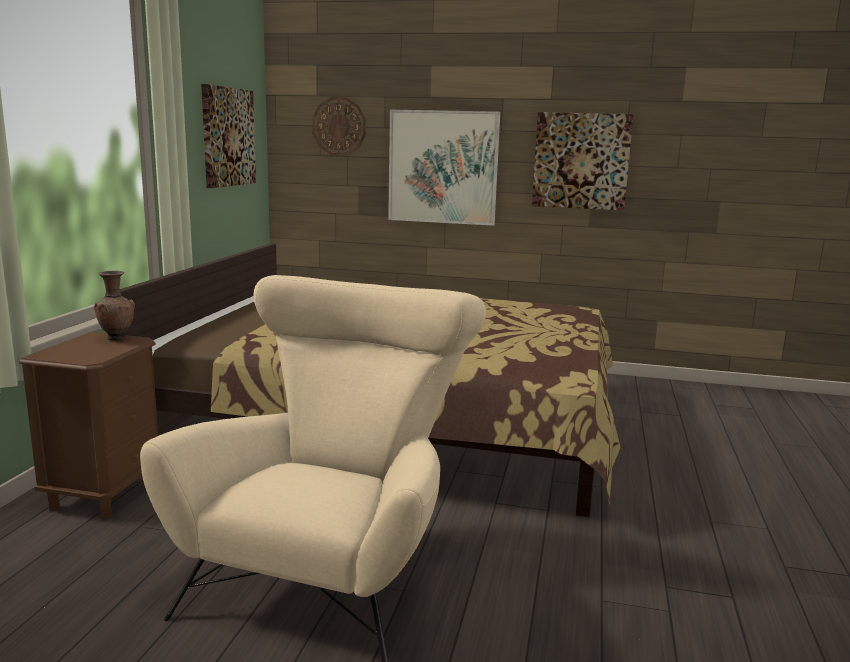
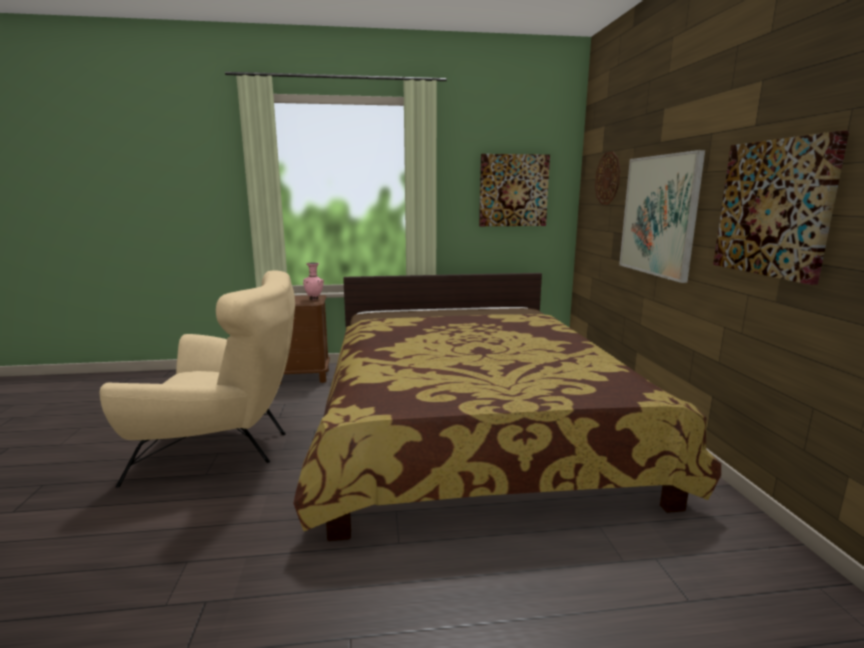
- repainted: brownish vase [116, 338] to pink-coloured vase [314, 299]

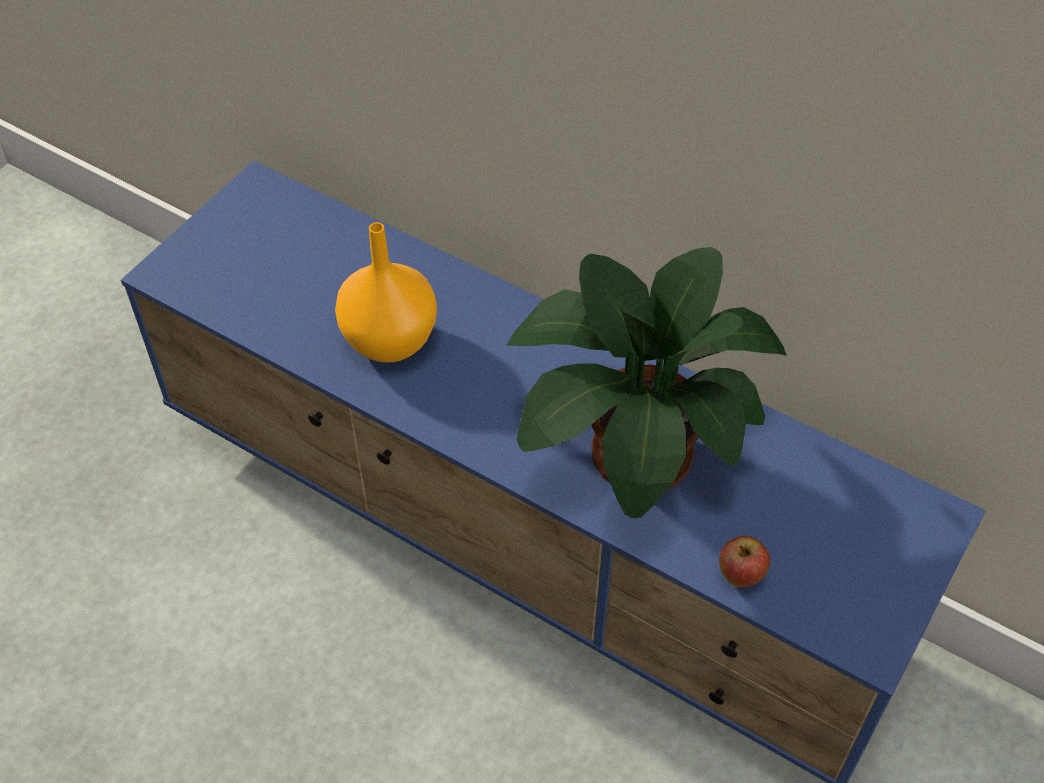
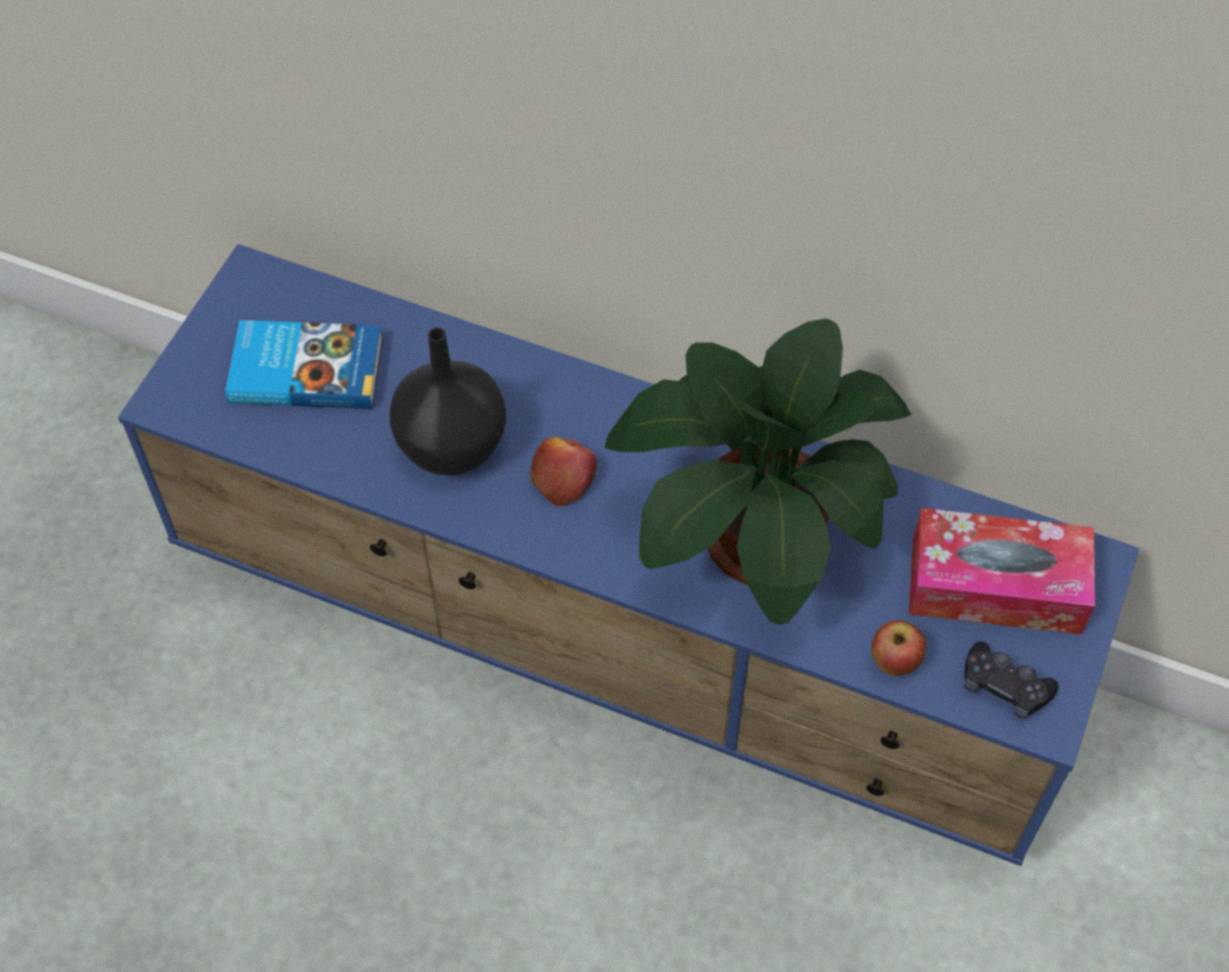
- new: book [306, 368]
- new: apple fruit [563, 476]
- new: tissue holder [995, 585]
- new: blackish joypad [1004, 687]
- repainted: orange-coloured vase [390, 339] to blackish vase [451, 445]

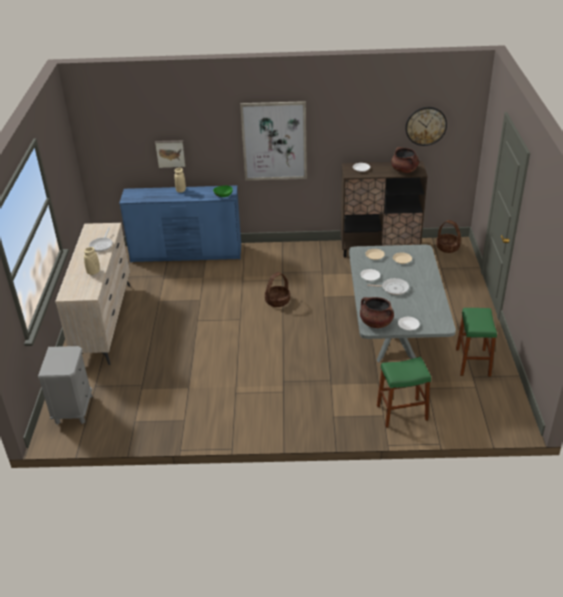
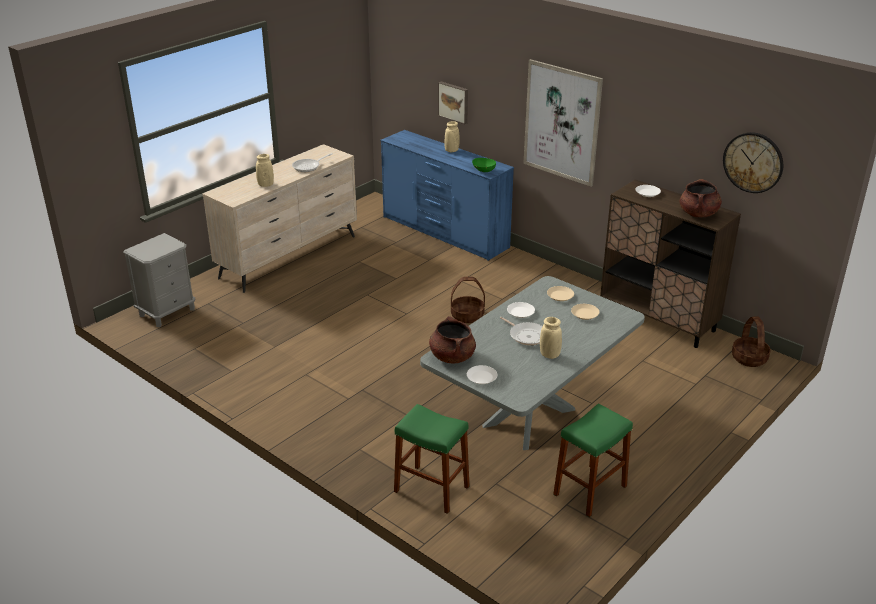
- new: sand-coloured vase [549, 355]

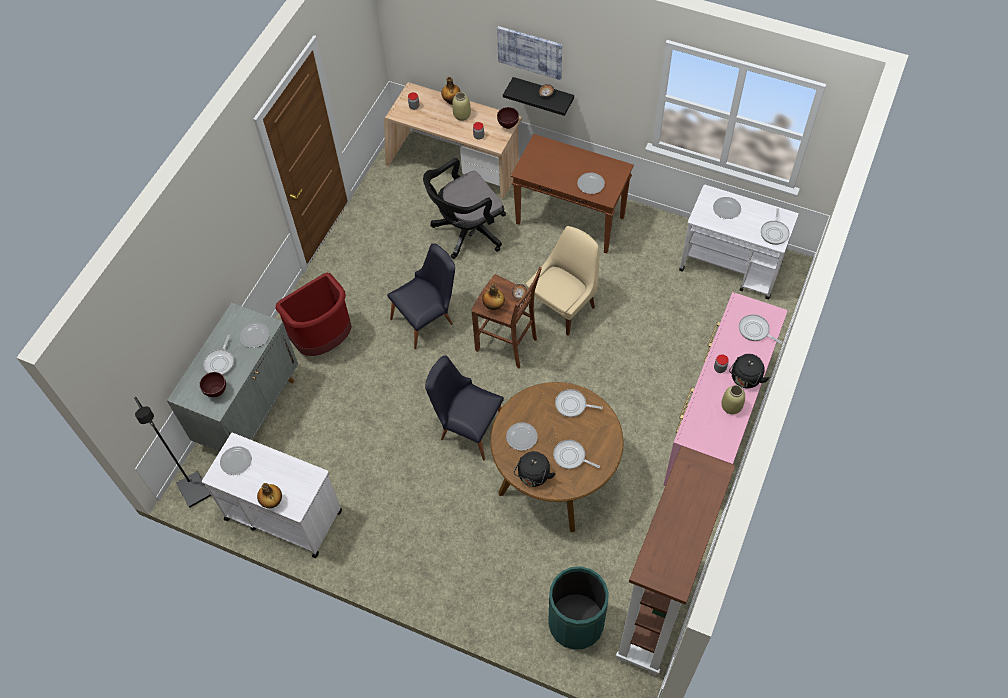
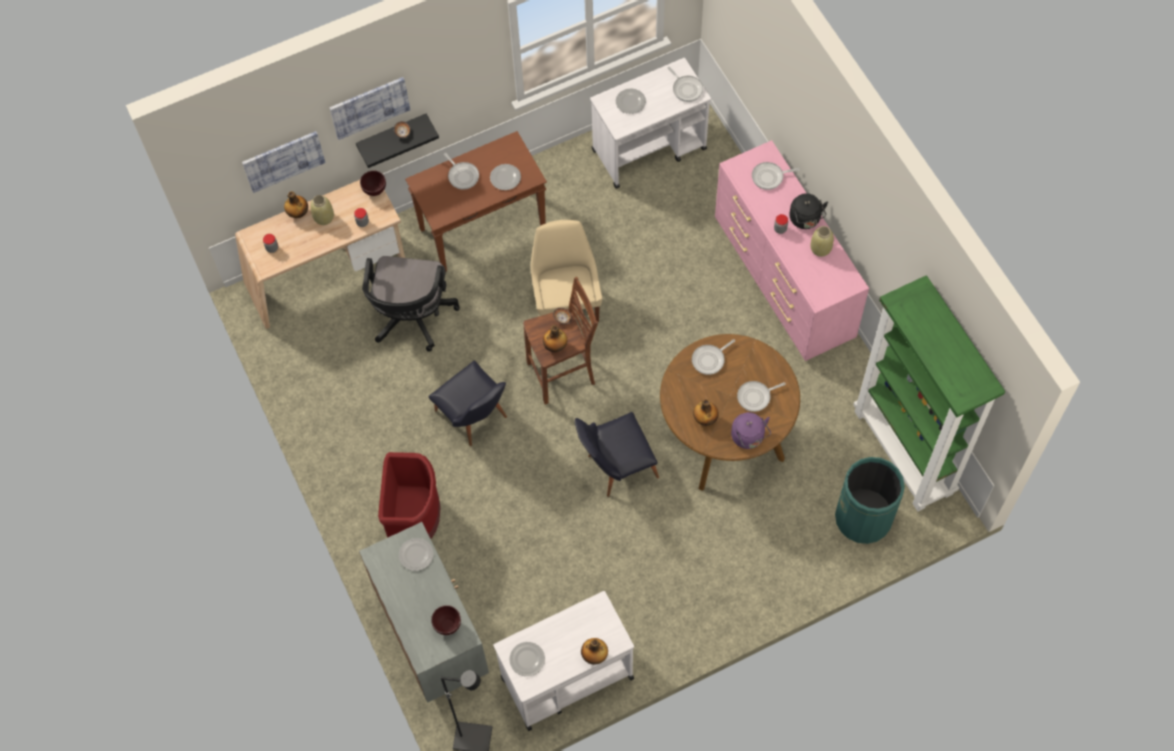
- new: picture [283, 160]
- shifted: skillet [220, 362] to [462, 175]
- swapped: flat dish [522, 437] to drink bottle [705, 419]
- repainted: blackish tea kettle [533, 476] to purple tea kettle [749, 438]
- repainted: brownish bookcase [657, 613] to green-coloured bookcase [904, 452]
- rotated: blackish upright chair [427, 319] = [475, 418] 135 degrees clockwise

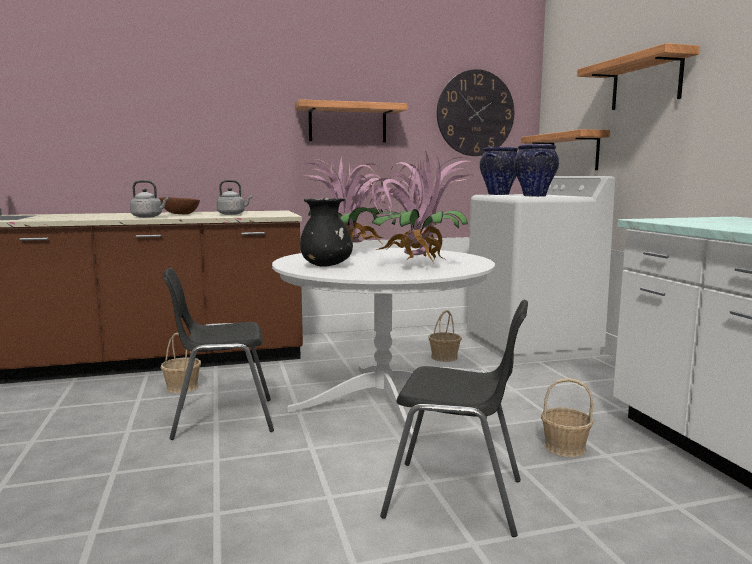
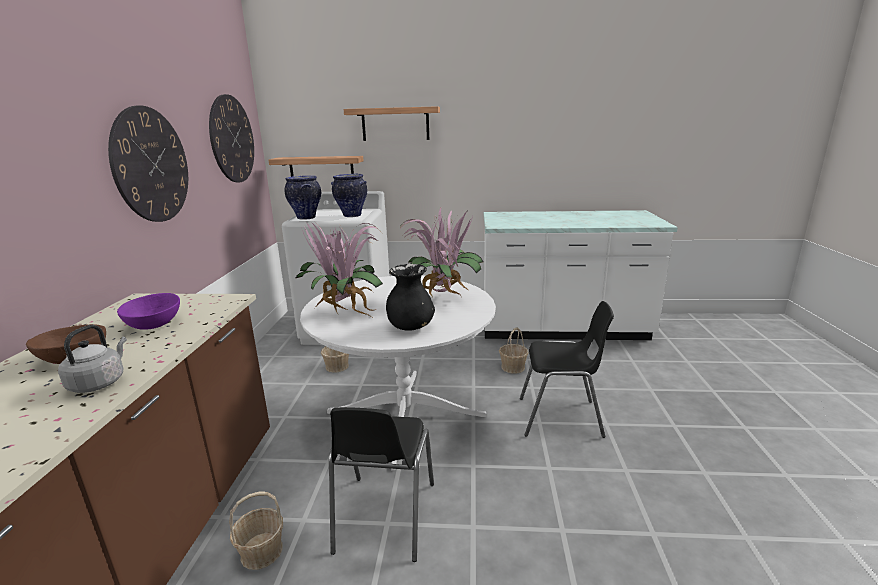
- swapped: grey tea kettle [232, 214] to purple serving bowl [154, 324]
- swapped: bracket shelf [347, 123] to hanging clock [151, 165]
- rotated: blackish upright chair [456, 498] = [561, 418] 60 degrees clockwise

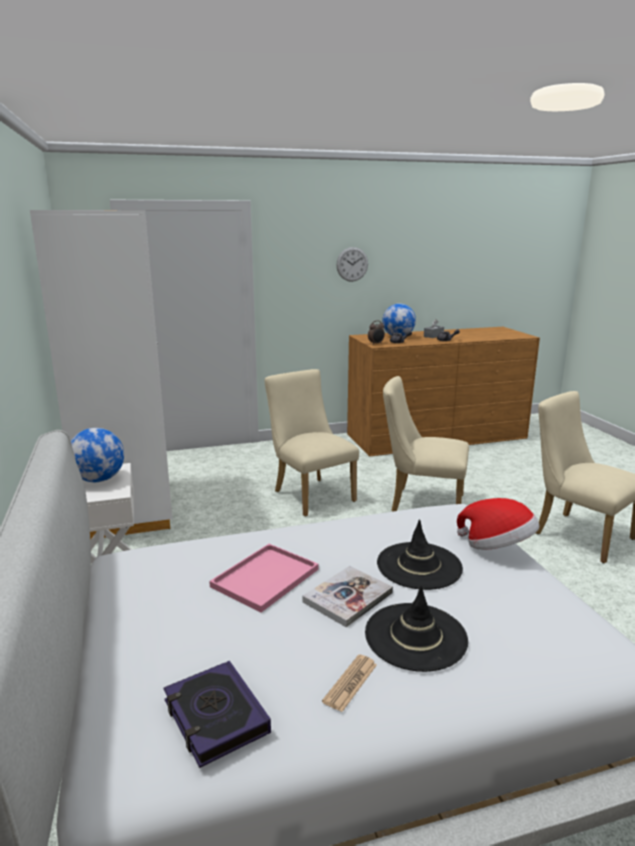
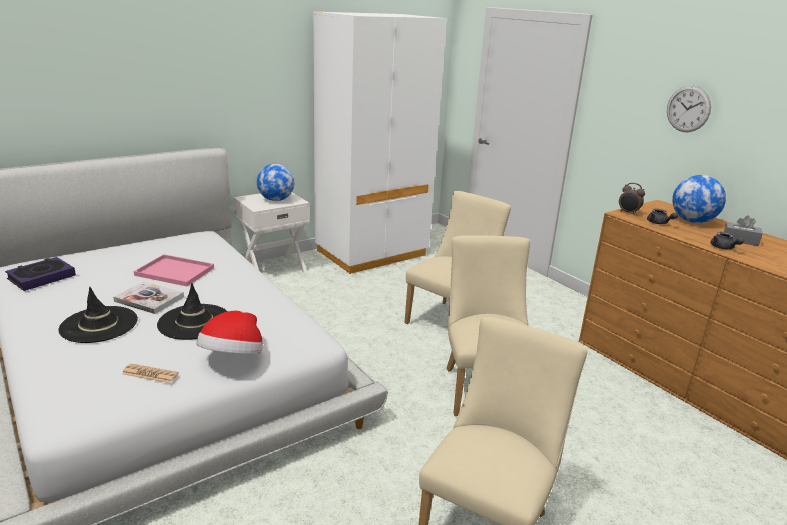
- shifted: printed paper [350, 683] to [150, 374]

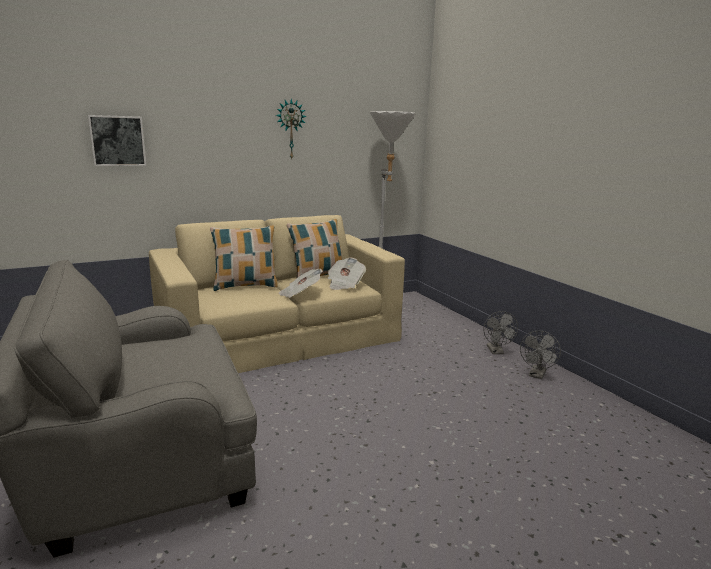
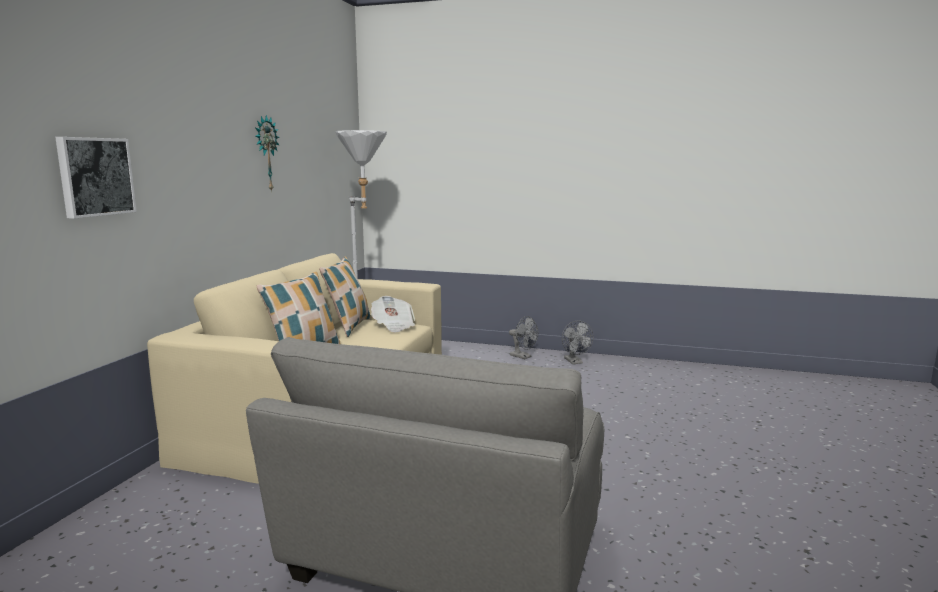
- gone: printed paper [300, 294]

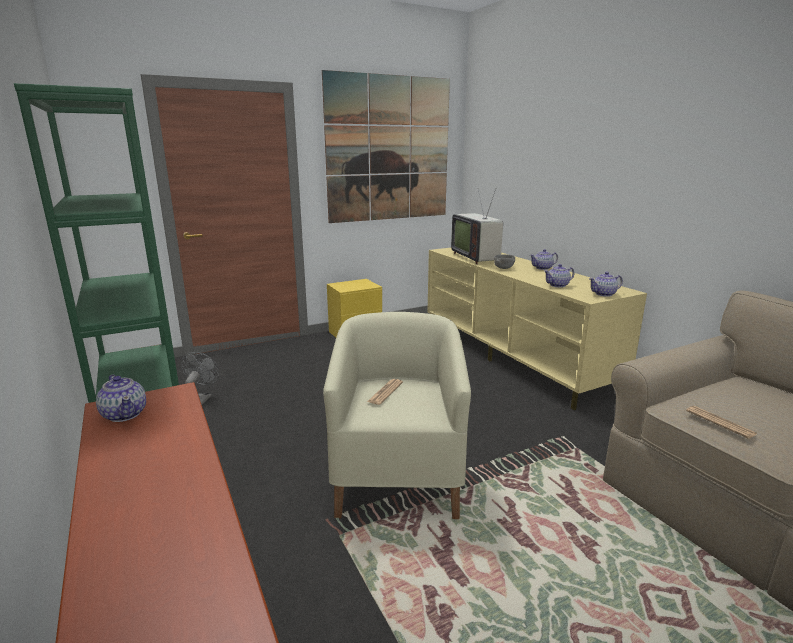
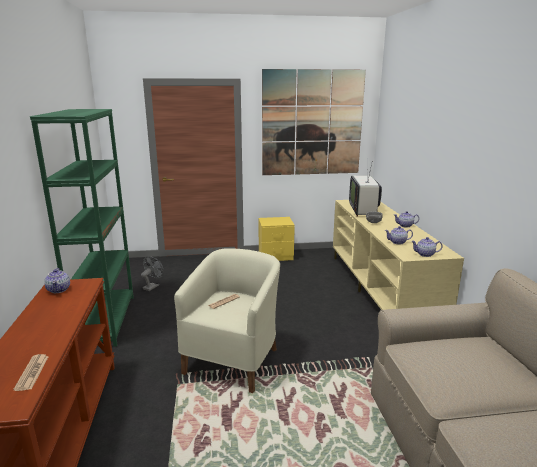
- shifted: printed paper [720, 422] to [32, 372]

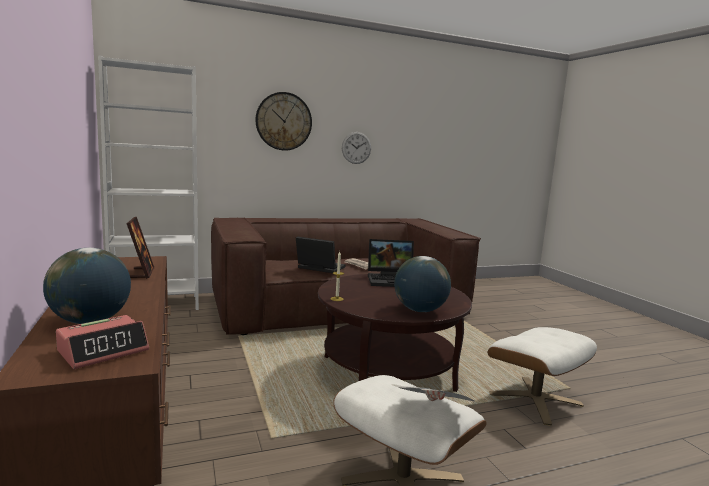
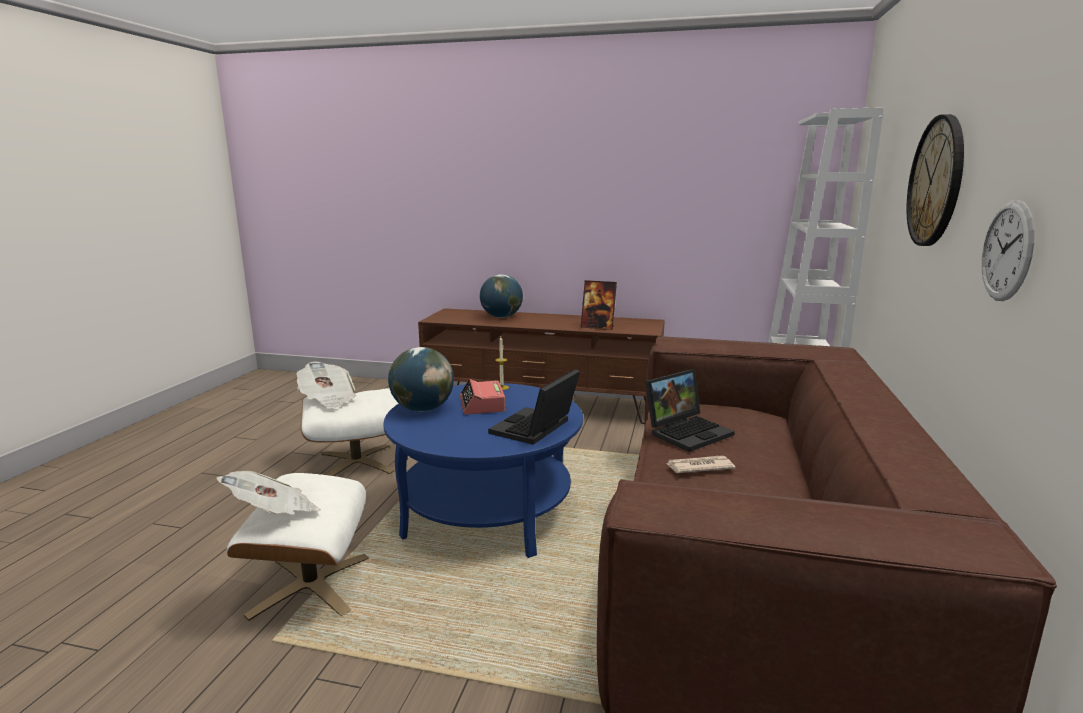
- new: printed paper [274, 514]
- shifted: bedside clock [104, 350] to [482, 405]
- repainted: brownish coffee table [388, 372] to bluish coffee table [487, 513]

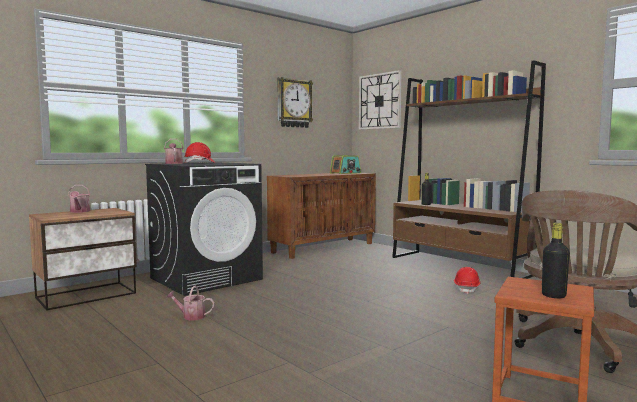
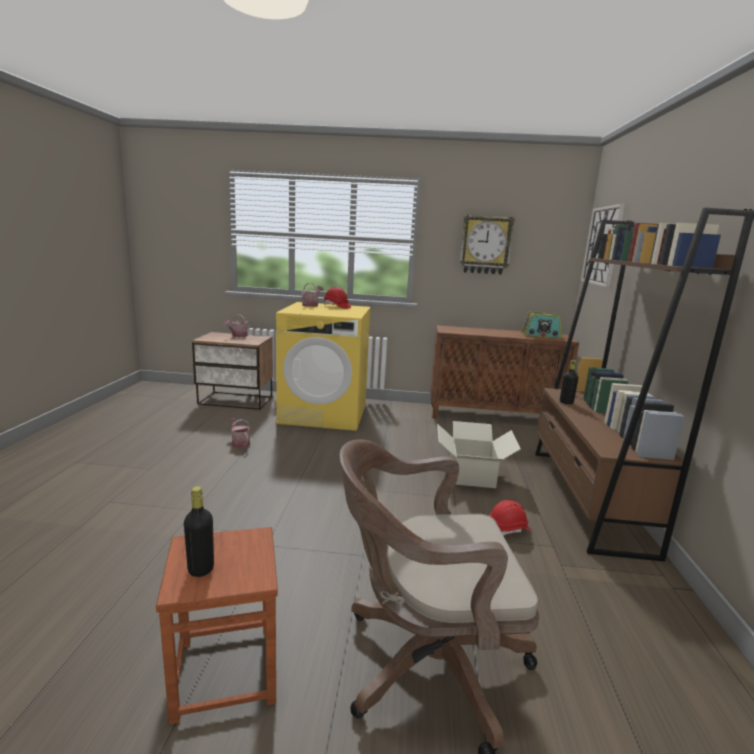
- new: packing box [472, 474]
- repainted: blackish washing machine [206, 278] to yellow-coloured washing machine [324, 414]

